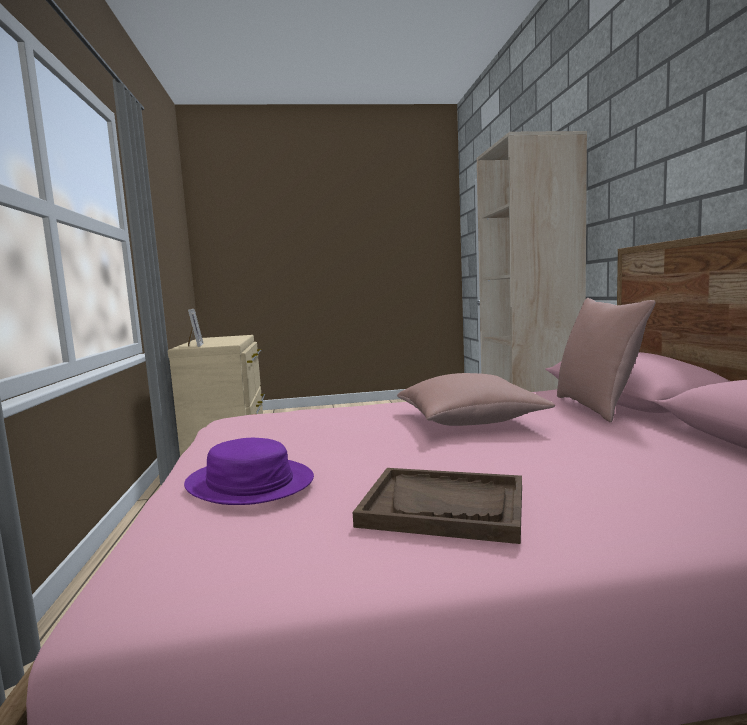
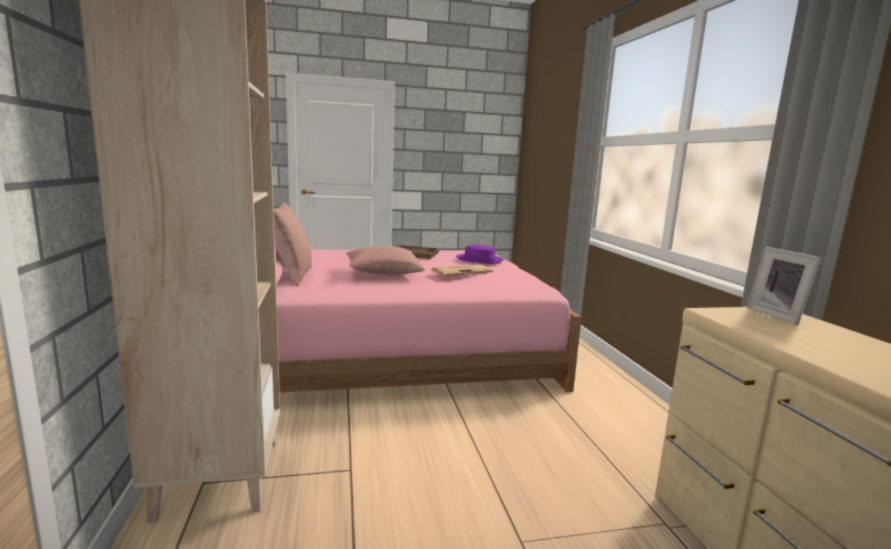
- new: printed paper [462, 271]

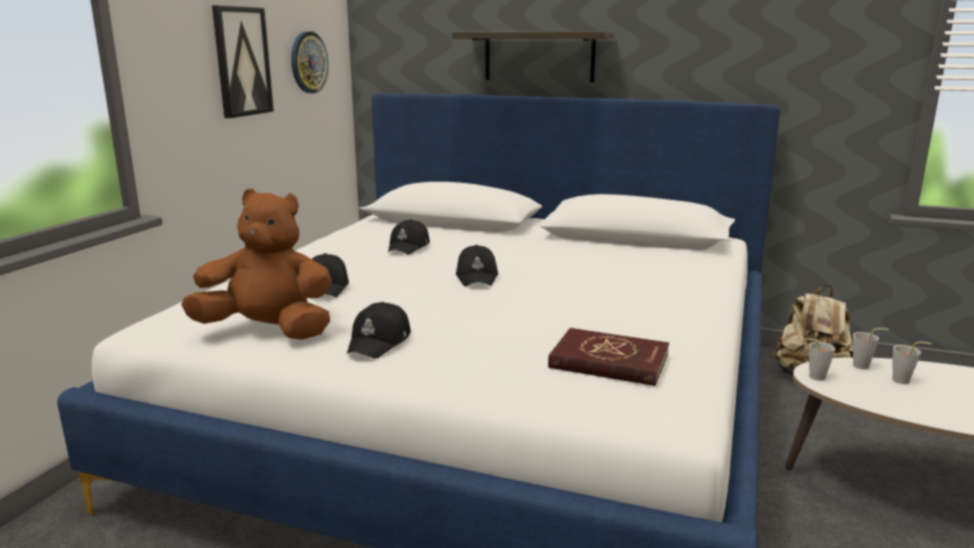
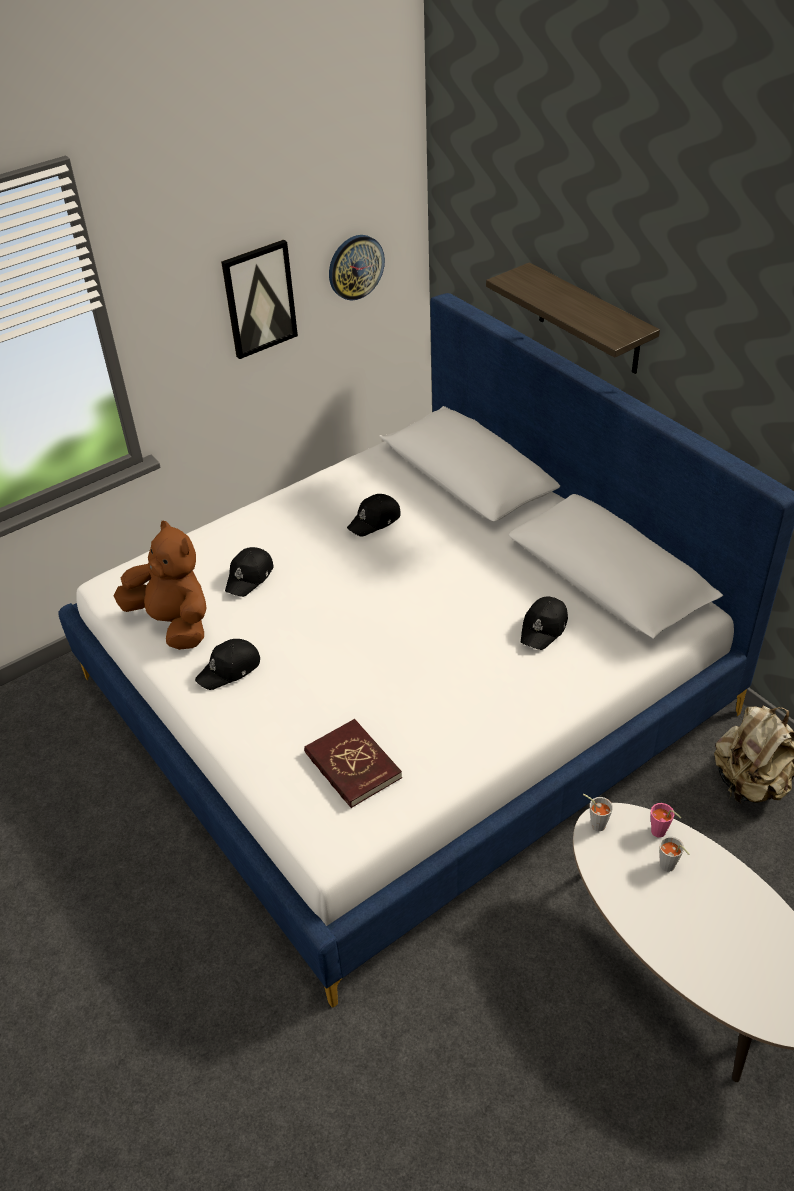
- shifted: blackish peaked cap [477, 277] to [544, 628]
- repainted: grey small cup [864, 366] to pink-coloured small cup [661, 833]

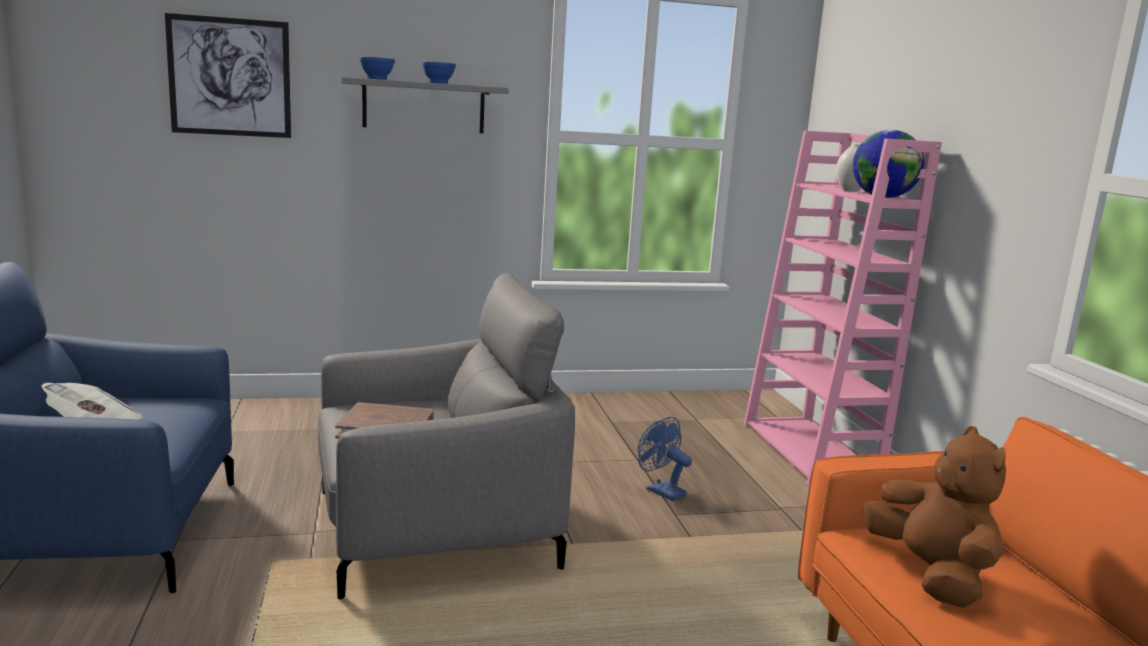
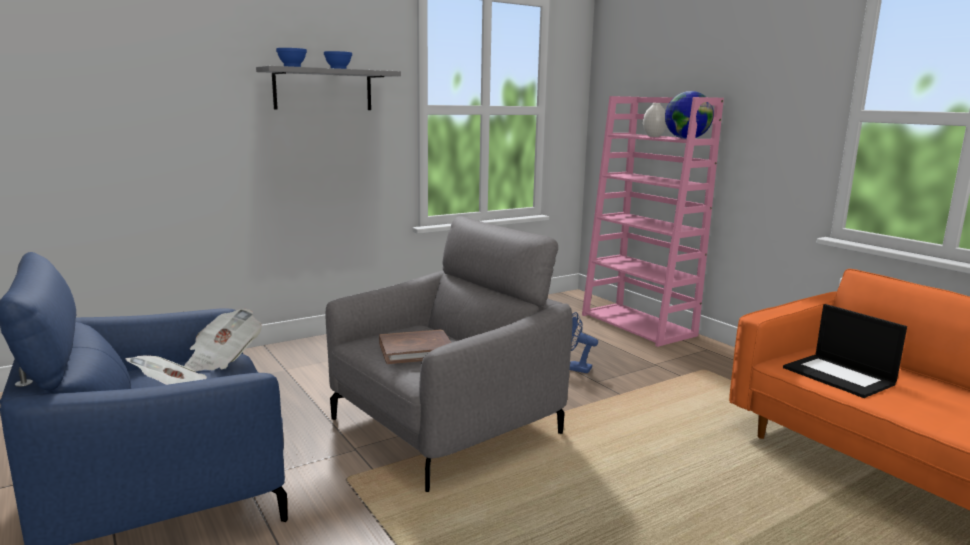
- gone: picture [230, 77]
- new: printed paper [223, 359]
- swapped: brownish cuddly toy [930, 574] to portable computer [840, 376]

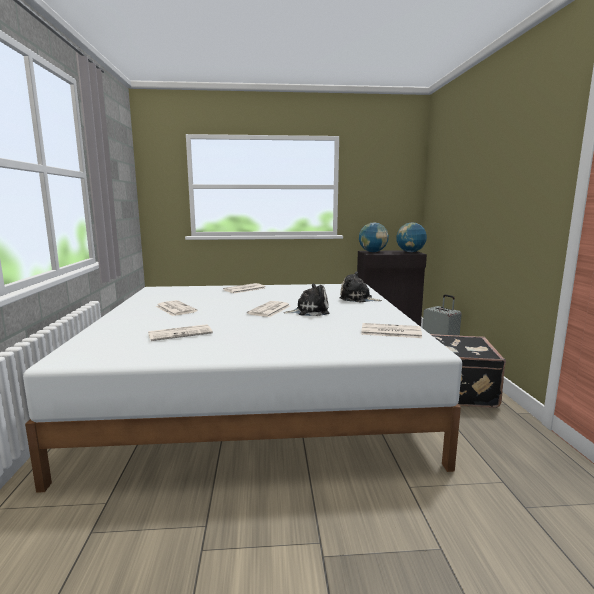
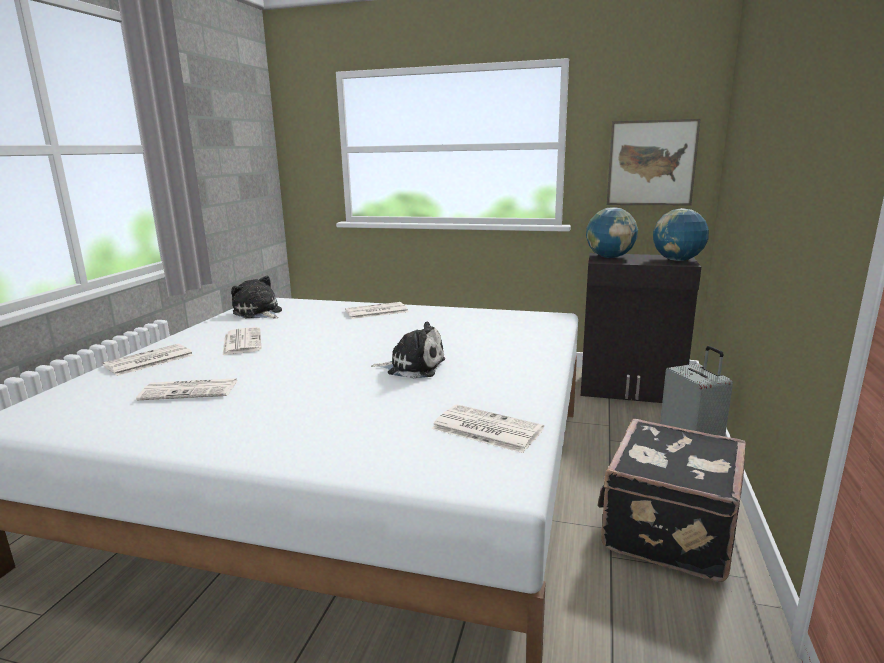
- new: picture [651, 163]
- shifted: printed paper [269, 310] to [148, 361]
- shifted: cuddly toy [357, 299] to [258, 313]

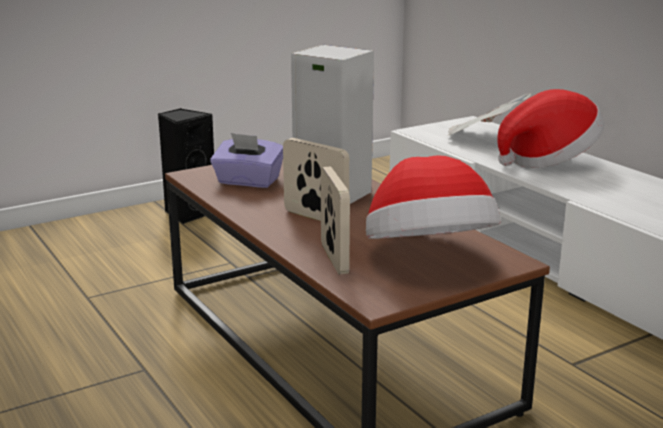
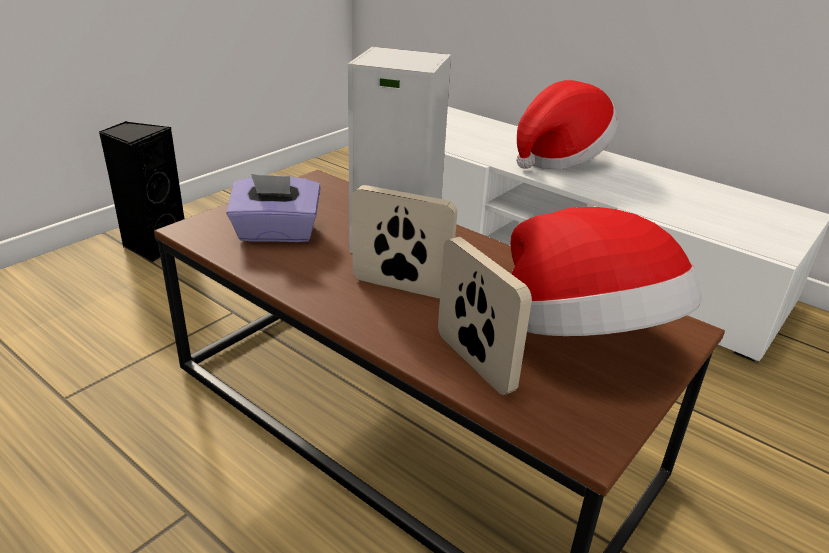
- gone: printed paper [483, 137]

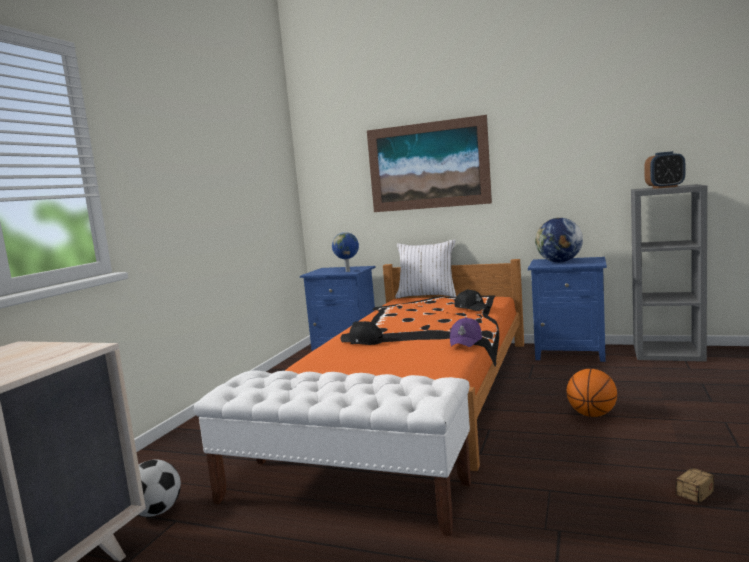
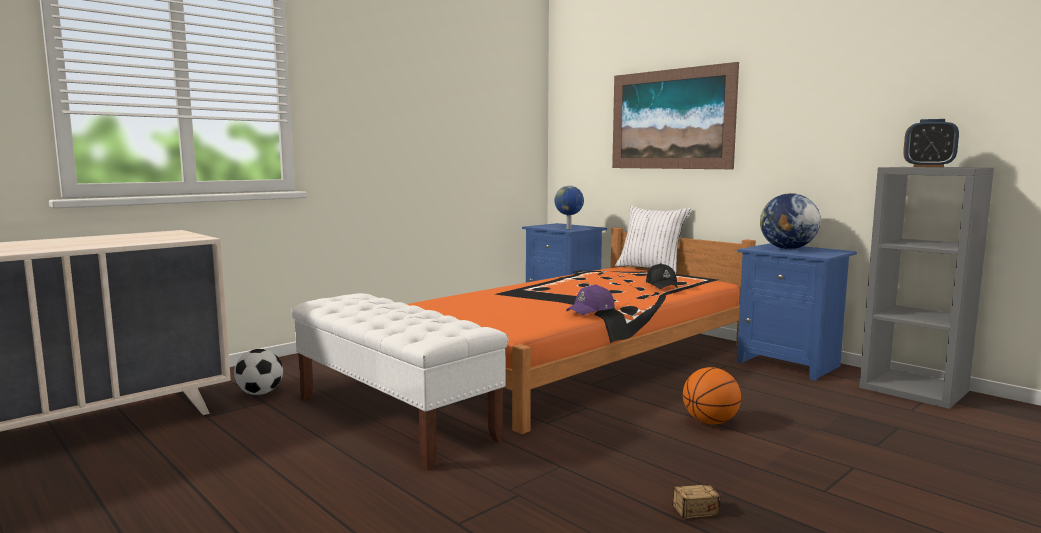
- gone: blackish peaked cap [362, 341]

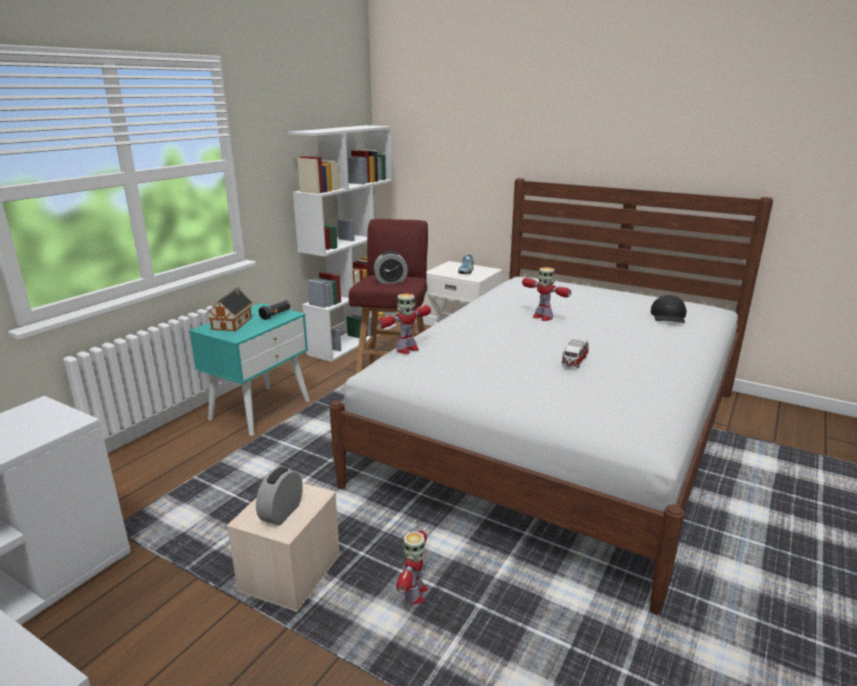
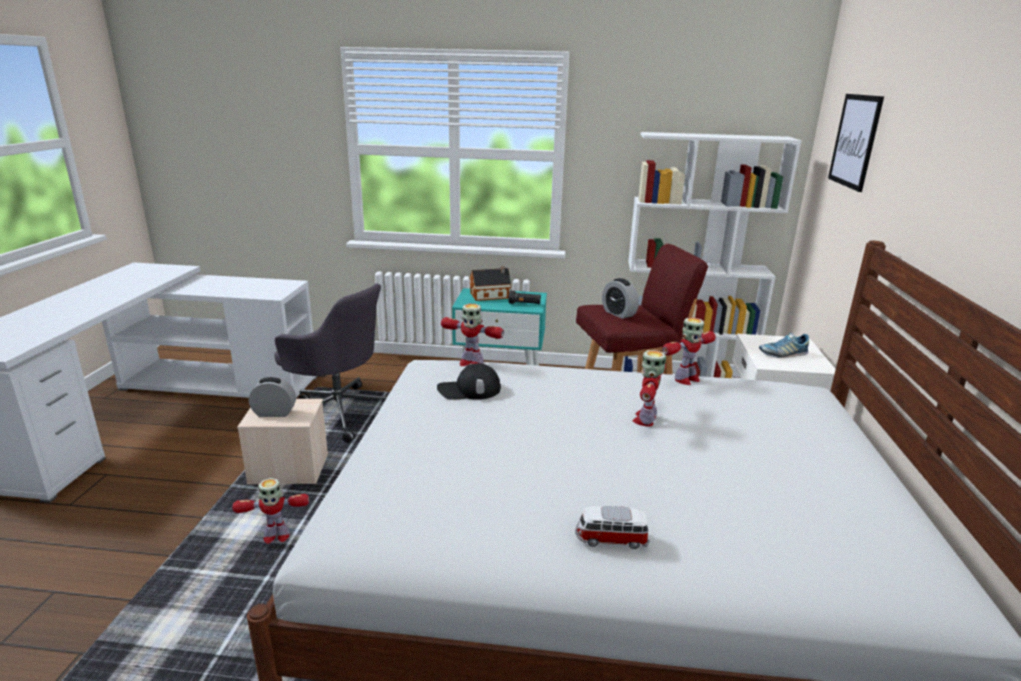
- new: grey desk chair [339, 413]
- new: toy robot [686, 379]
- new: picture [855, 141]
- shifted: toy car [574, 361] to [611, 539]
- shifted: blackish peaked cap [668, 316] to [469, 389]

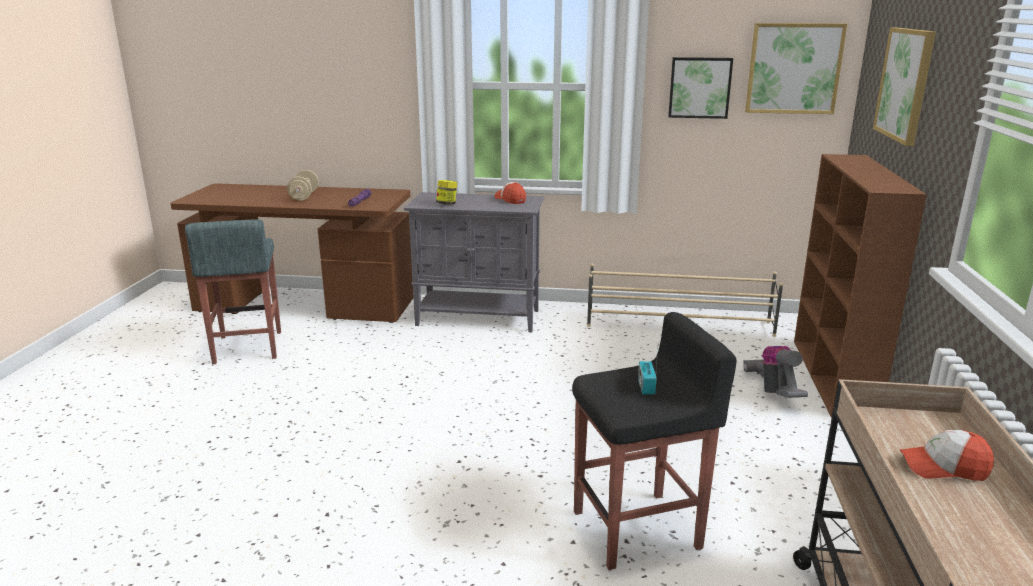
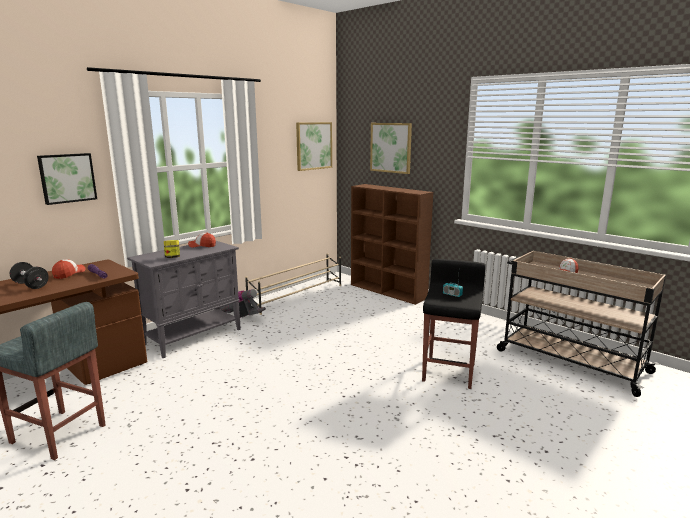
- new: peaked cap [69, 274]
- shifted: picture [699, 87] to [67, 178]
- shifted: vacuum [774, 391] to [242, 316]
- repainted: sand-coloured hand weight [304, 196] to blackish hand weight [31, 285]

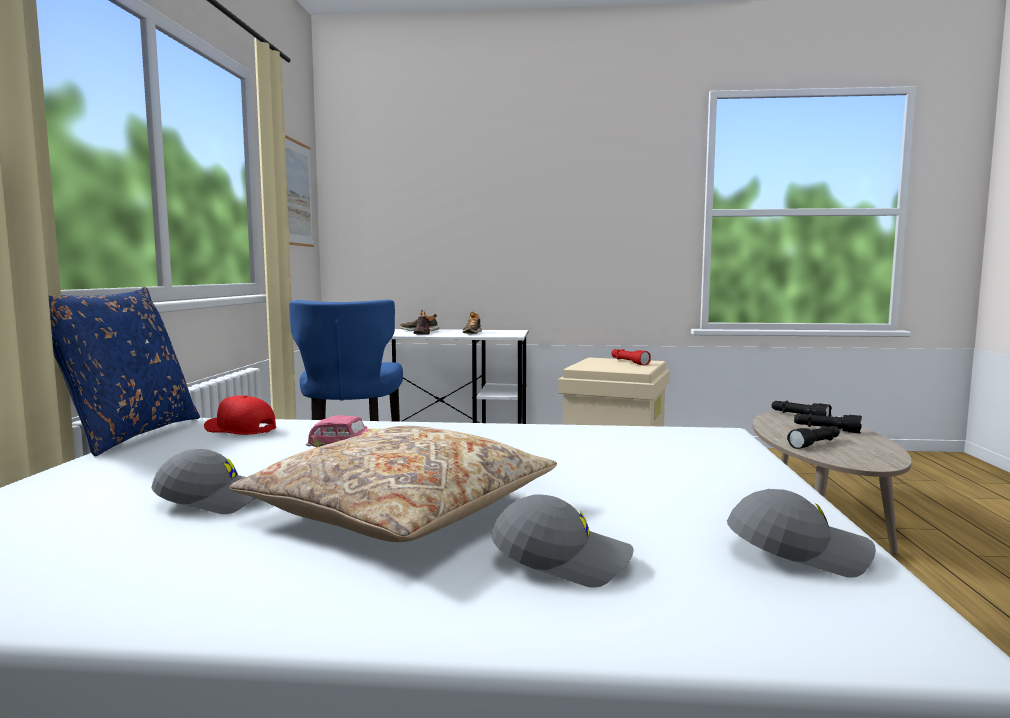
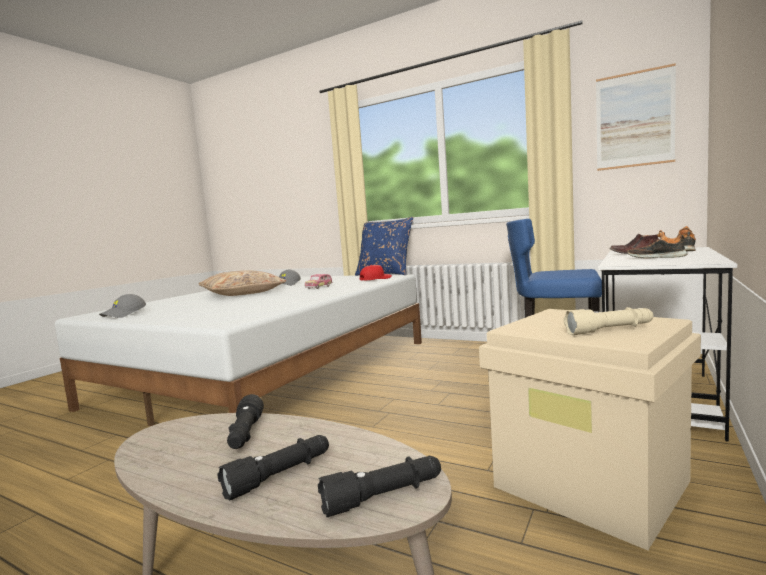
- gone: grey peaked cap [562, 560]
- repainted: red flashlight [628, 362] to sand-coloured flashlight [610, 330]

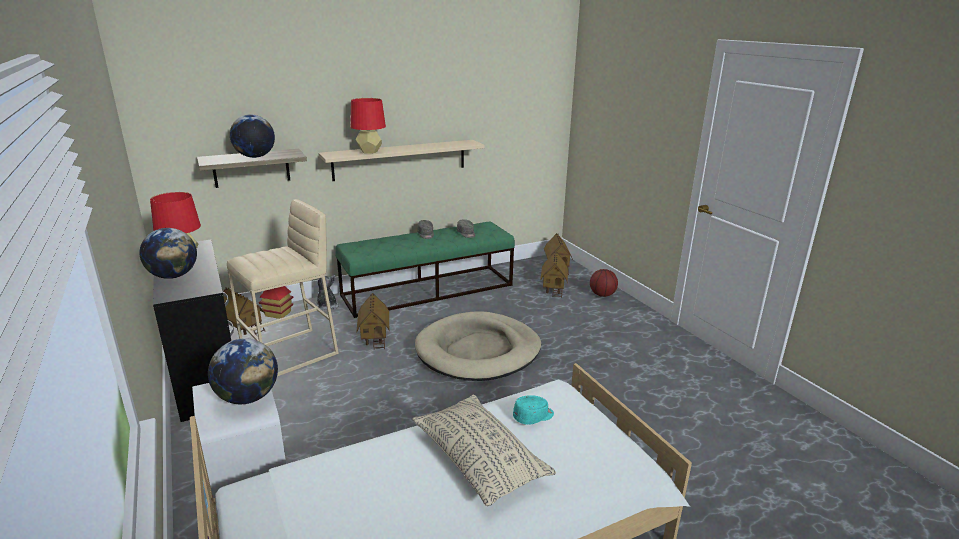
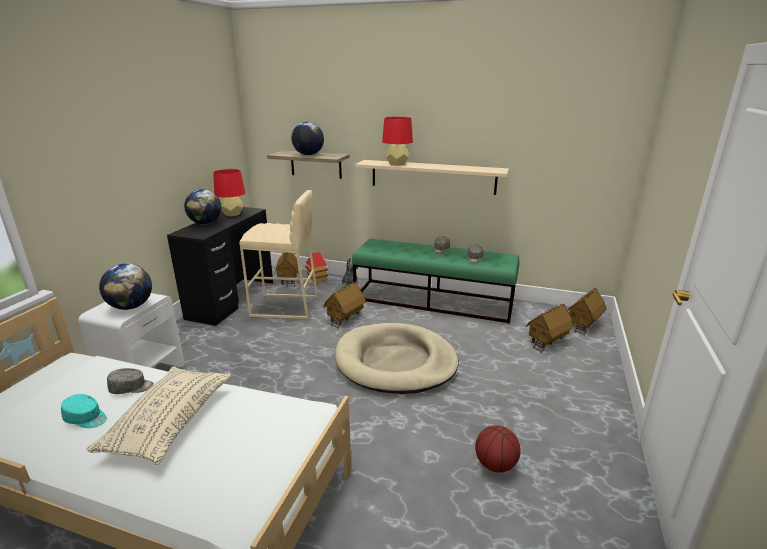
- new: grey peaked cap [131, 388]
- shifted: turquoise-coloured peaked cap [533, 416] to [86, 418]
- shifted: basketball [602, 295] to [495, 465]

